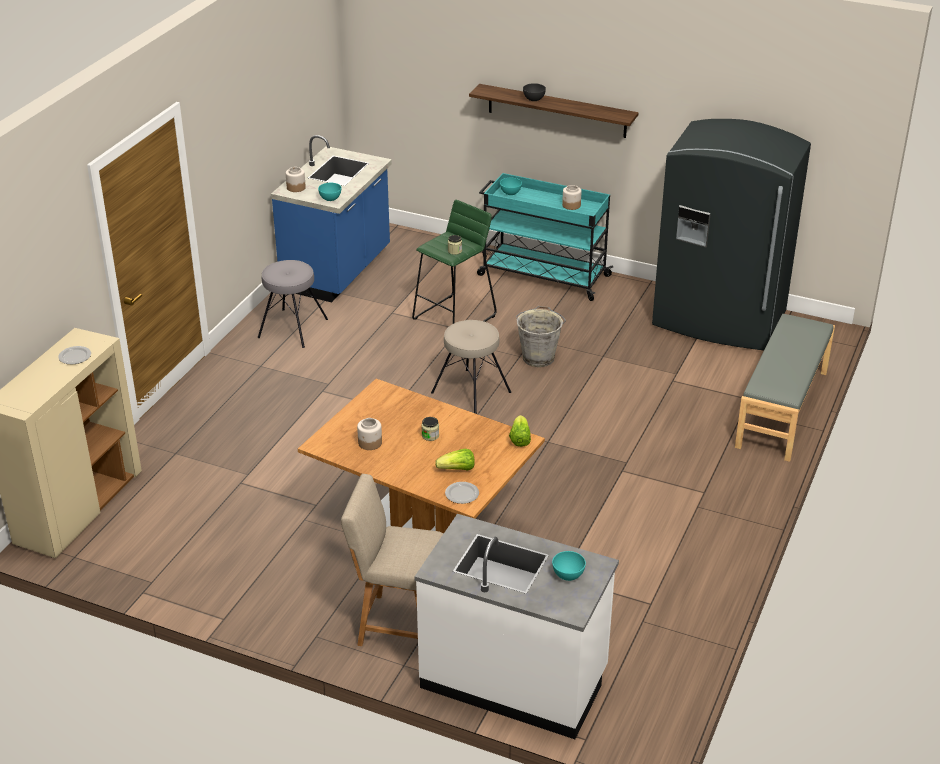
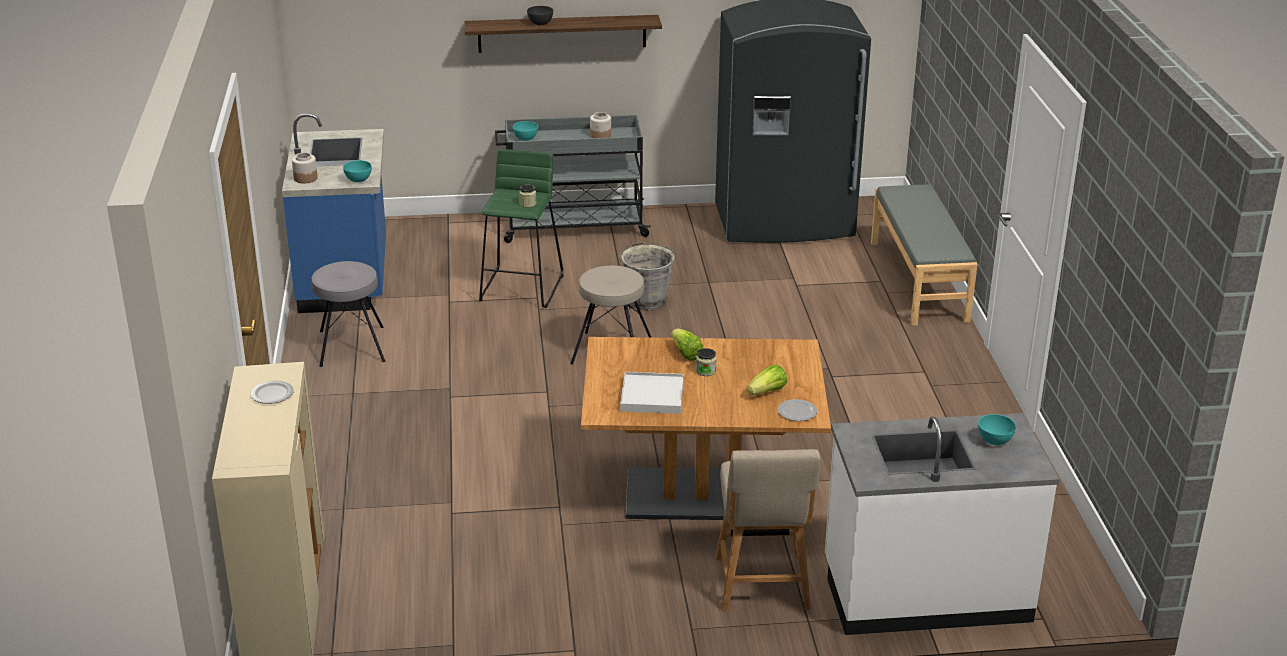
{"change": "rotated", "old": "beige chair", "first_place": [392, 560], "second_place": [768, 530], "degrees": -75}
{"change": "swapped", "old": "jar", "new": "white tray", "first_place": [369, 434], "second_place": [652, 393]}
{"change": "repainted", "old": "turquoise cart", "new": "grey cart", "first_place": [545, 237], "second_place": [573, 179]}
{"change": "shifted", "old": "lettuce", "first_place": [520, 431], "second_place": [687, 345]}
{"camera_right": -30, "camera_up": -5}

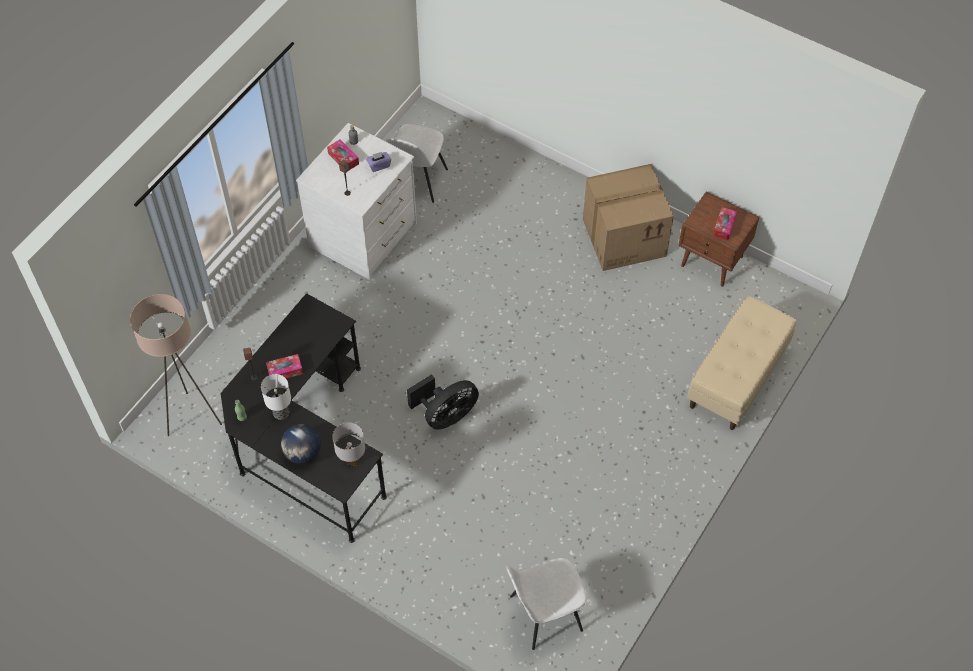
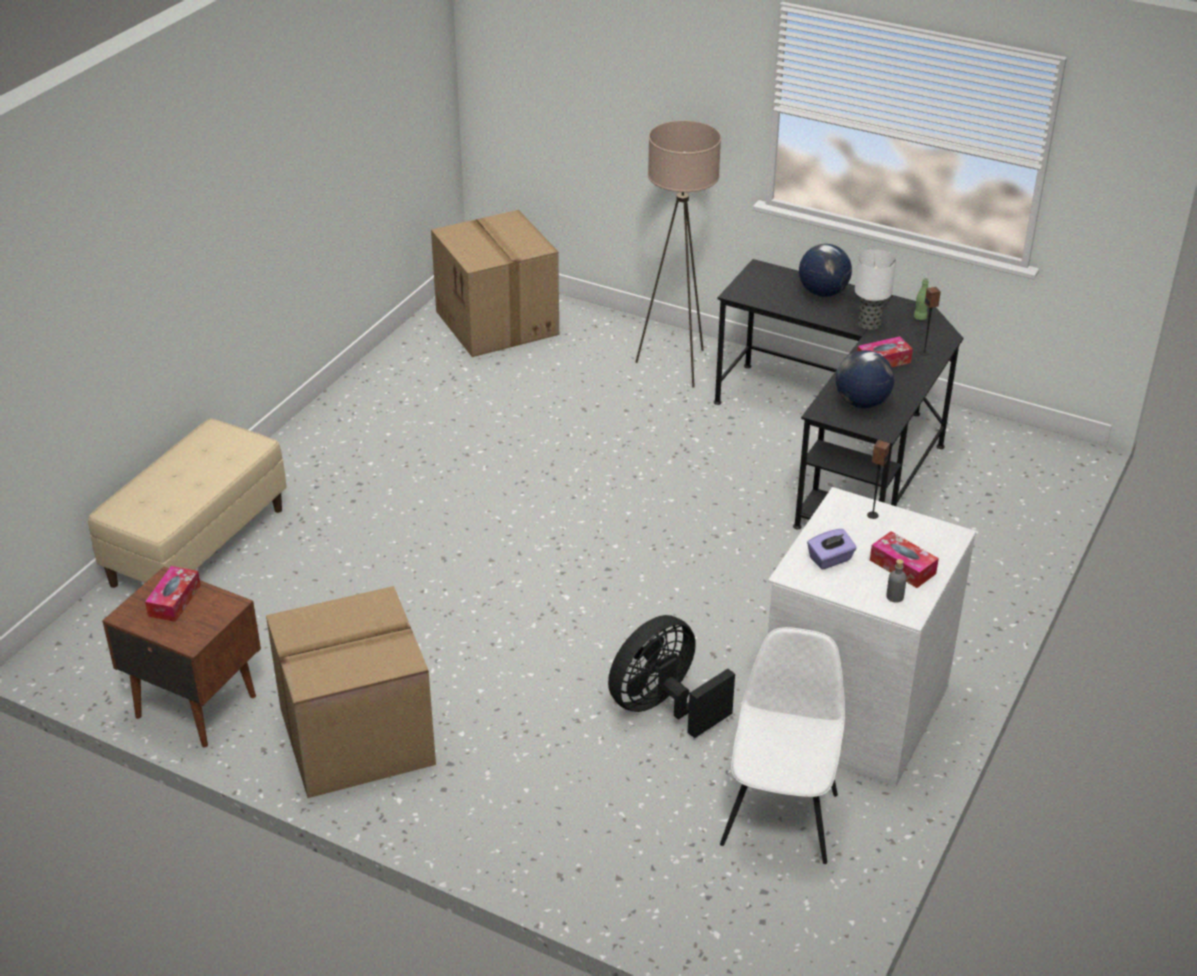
{"change": "shifted", "old": "beige floor lamp", "first_place": [176, 365], "second_place": [678, 254]}
{"change": "gone", "old": "white table lamp", "first_place": [348, 444]}
{"change": "shifted", "old": "black fan", "first_place": [443, 402], "second_place": [671, 676]}
{"change": "swapped", "old": "white chair", "new": "cardboard box", "first_place": [546, 604], "second_place": [495, 283]}
{"change": "new", "new": "globe", "second_place": [865, 379]}
{"camera_right": 175, "camera_up": -20}

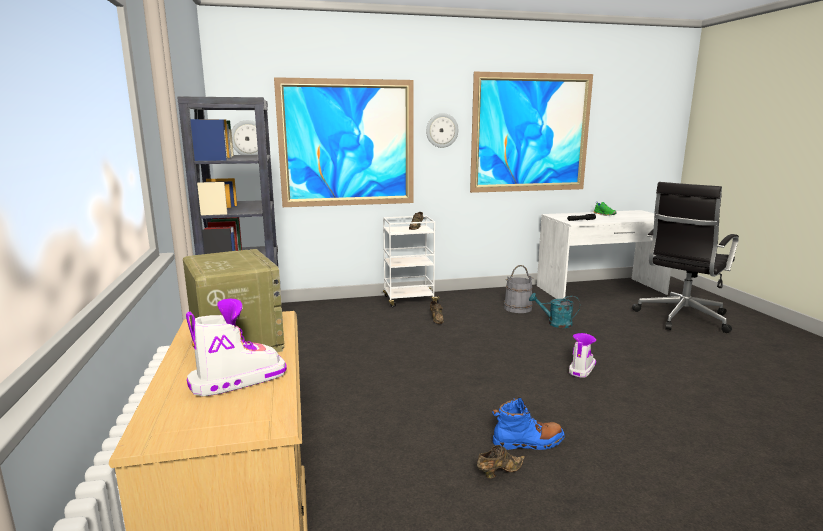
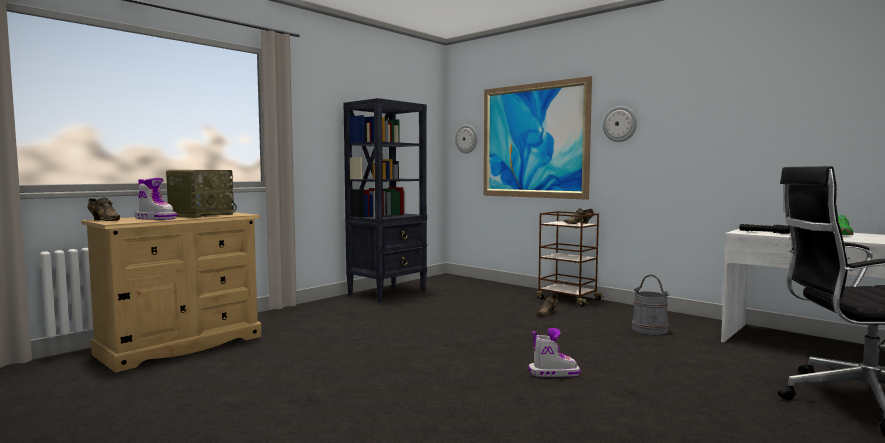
{"change": "repainted", "old": "white cart", "new": "brown cart", "first_place": [412, 261], "second_place": [570, 259]}
{"change": "gone", "old": "picture", "first_place": [531, 132]}
{"change": "shifted", "old": "brown shoe", "first_place": [501, 462], "second_place": [103, 209]}
{"change": "gone", "old": "blue boot", "first_place": [528, 423]}
{"change": "gone", "old": "turquoise watering can", "first_place": [554, 310]}
{"camera_right": 55, "camera_up": -10}

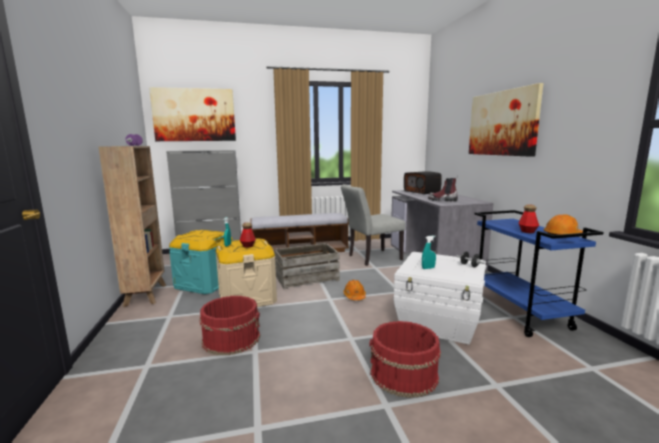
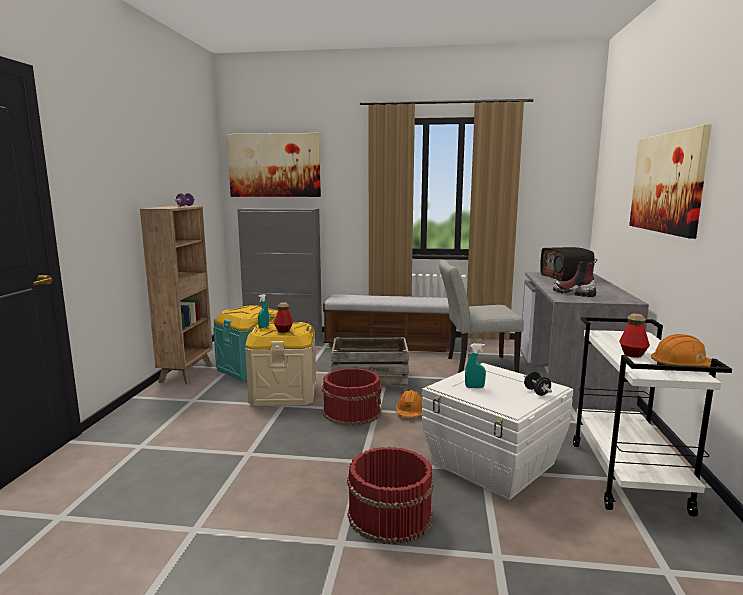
{"change": "shifted", "old": "red bucket", "first_place": [230, 325], "second_place": [351, 397]}
{"change": "repainted", "old": "blue cart", "new": "white cart", "first_place": [539, 273], "second_place": [652, 416]}
{"camera_right": 20, "camera_up": 0}

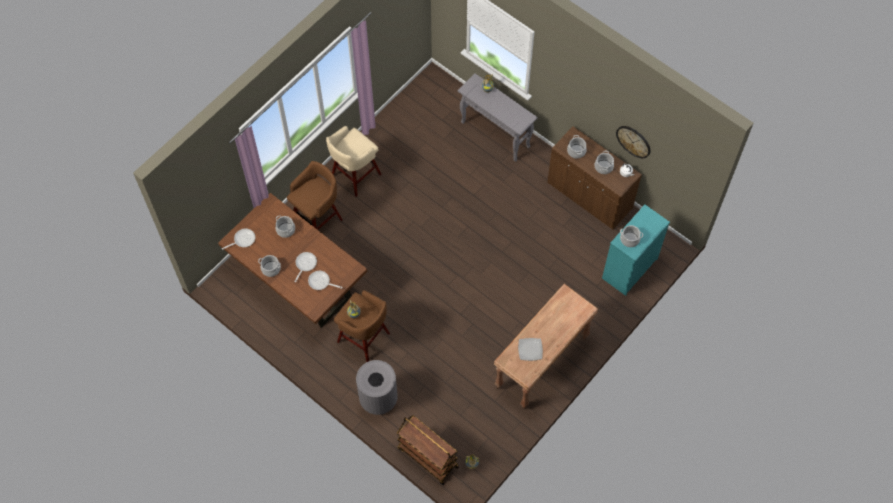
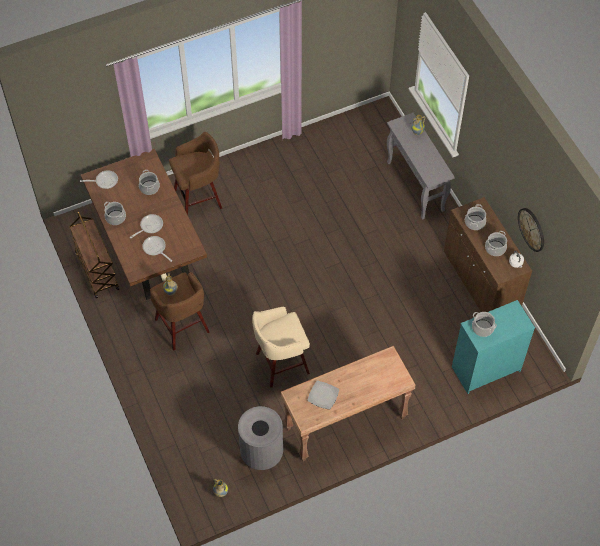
{"change": "shifted", "old": "beige stool", "first_place": [353, 161], "second_place": [281, 347]}
{"change": "shifted", "old": "grey trash can", "first_place": [377, 387], "second_place": [260, 438]}
{"change": "shifted", "old": "brown cart", "first_place": [428, 450], "second_place": [94, 255]}
{"camera_right": 25, "camera_up": -5}

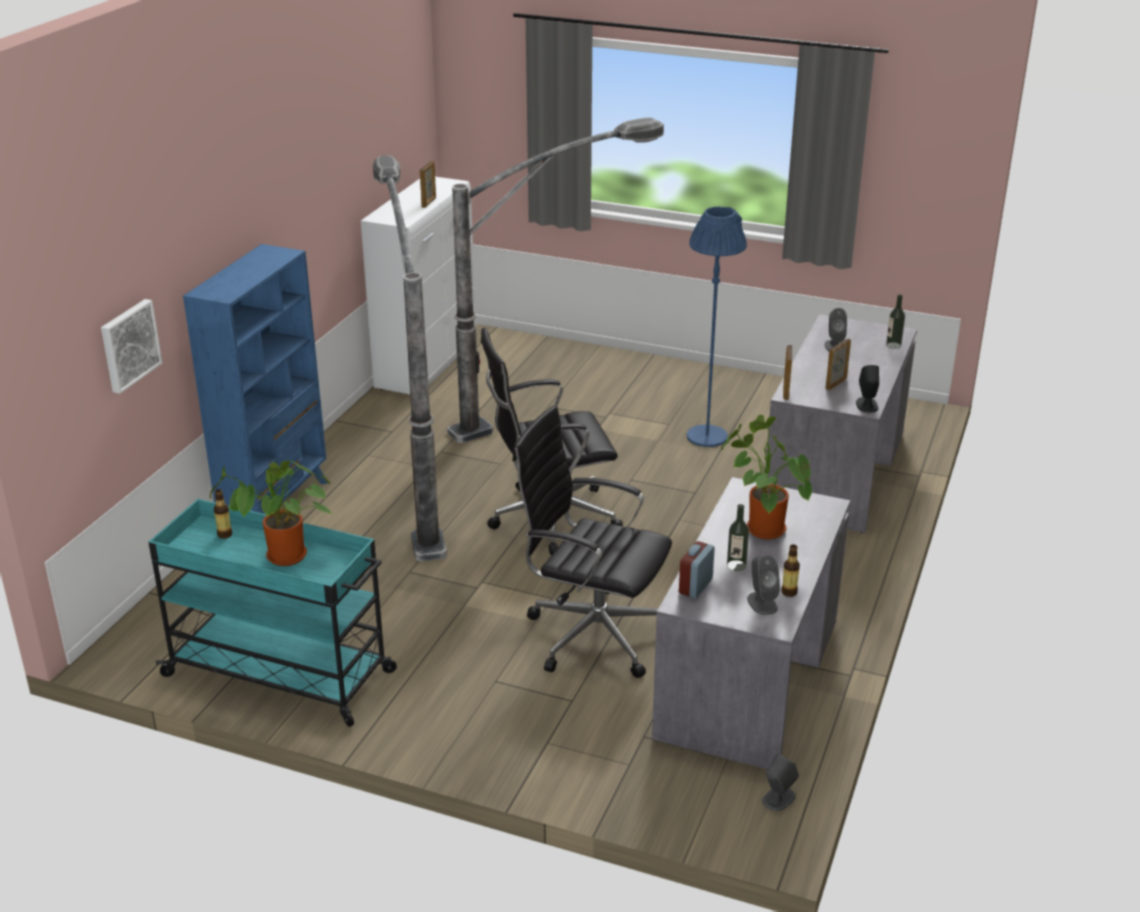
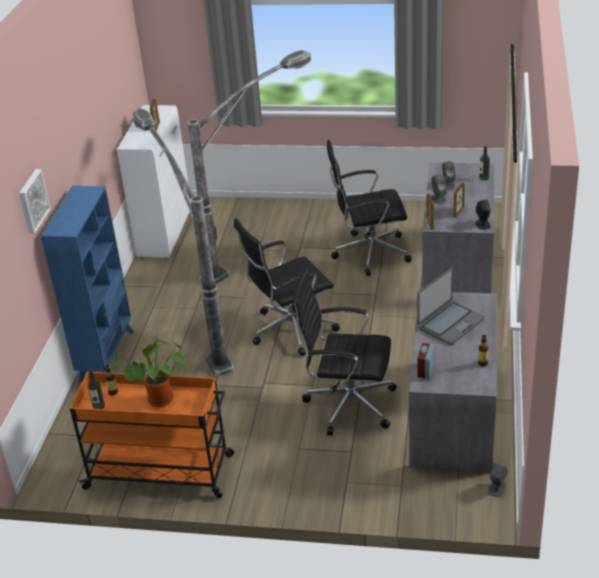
{"change": "shifted", "old": "picture", "first_place": [131, 346], "second_place": [34, 201]}
{"change": "repainted", "old": "turquoise cart", "new": "orange cart", "first_place": [272, 613], "second_place": [152, 435]}
{"change": "swapped", "old": "blue floor lamp", "new": "black office chair", "first_place": [717, 327], "second_place": [369, 208]}
{"change": "swapped", "old": "potted plant", "new": "laptop", "first_place": [766, 477], "second_place": [451, 306]}
{"change": "shifted", "old": "bottle", "first_place": [738, 537], "second_place": [96, 389]}
{"change": "shifted", "old": "grey speaker", "first_place": [763, 585], "second_place": [439, 189]}
{"camera_right": -10, "camera_up": 5}

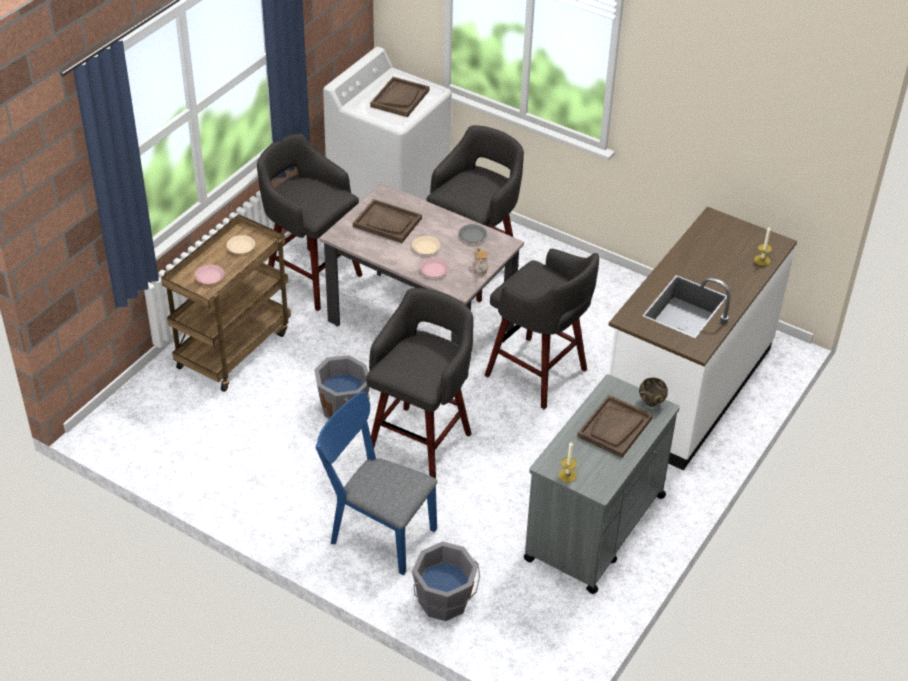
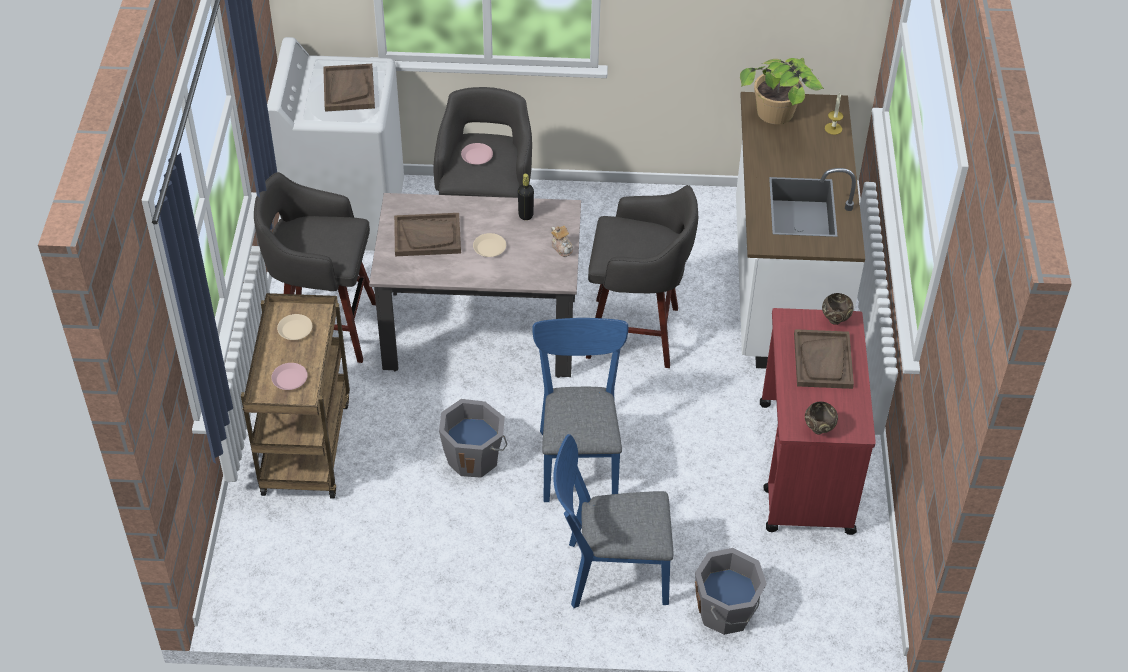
{"change": "swapped", "old": "grey stool", "new": "blue chair", "first_place": [420, 383], "second_place": [580, 410]}
{"change": "shifted", "old": "pink plate", "first_place": [434, 268], "second_place": [477, 154]}
{"change": "swapped", "old": "grey plate", "new": "black bottle", "first_place": [473, 233], "second_place": [526, 197]}
{"change": "repainted", "old": "grey cart", "new": "red cart", "first_place": [601, 484], "second_place": [818, 421]}
{"change": "swapped", "old": "candle", "new": "brown bowl", "first_place": [568, 461], "second_place": [821, 418]}
{"change": "new", "new": "potted plant", "second_place": [782, 91]}
{"camera_right": -30, "camera_up": 5}

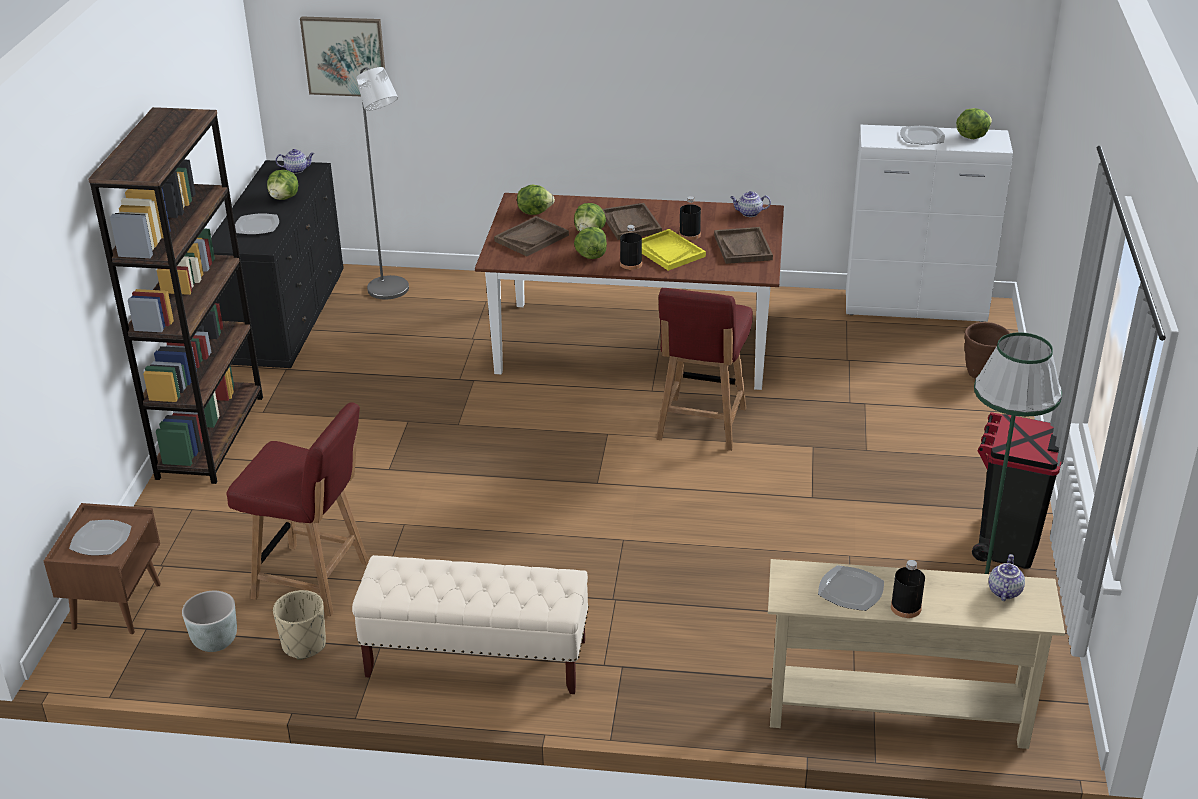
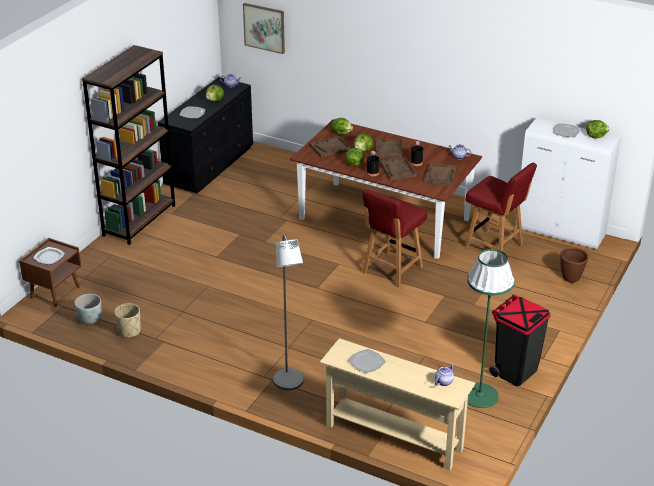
{"change": "shifted", "old": "red chair", "first_place": [298, 509], "second_place": [500, 207]}
{"change": "gone", "old": "beige bench", "first_place": [470, 624]}
{"change": "shifted", "old": "grey floor lamp", "first_place": [382, 183], "second_place": [288, 312]}
{"change": "repainted", "old": "yellow tray", "new": "brown tray", "first_place": [674, 250], "second_place": [398, 169]}
{"change": "gone", "old": "black bottle", "first_place": [908, 589]}
{"camera_right": 20, "camera_up": 0}

